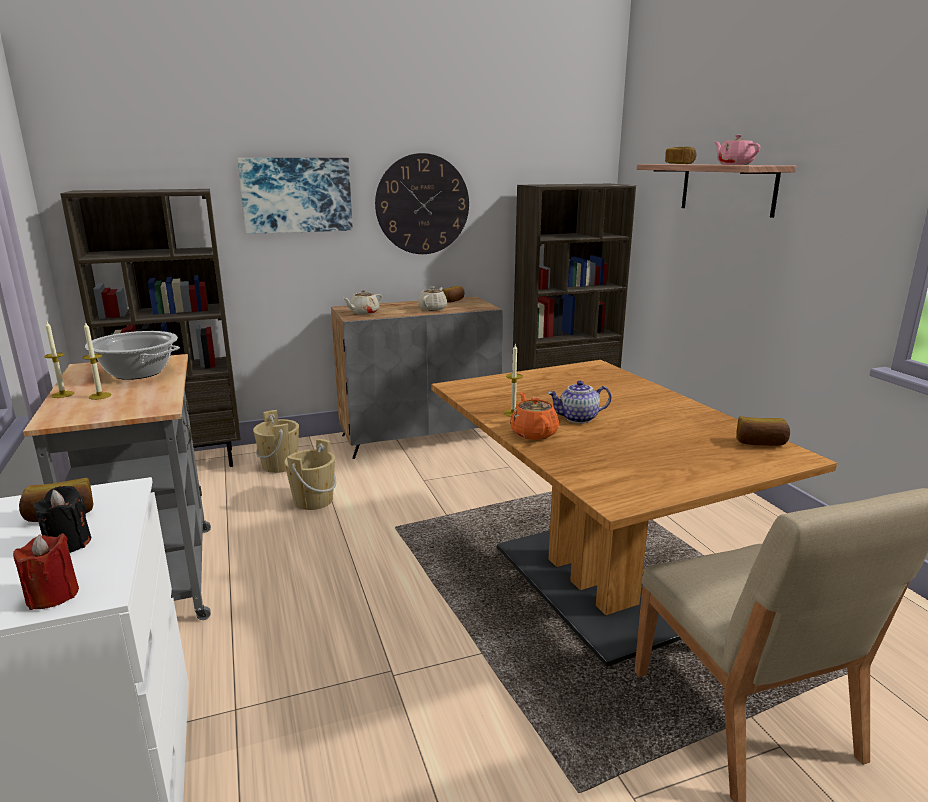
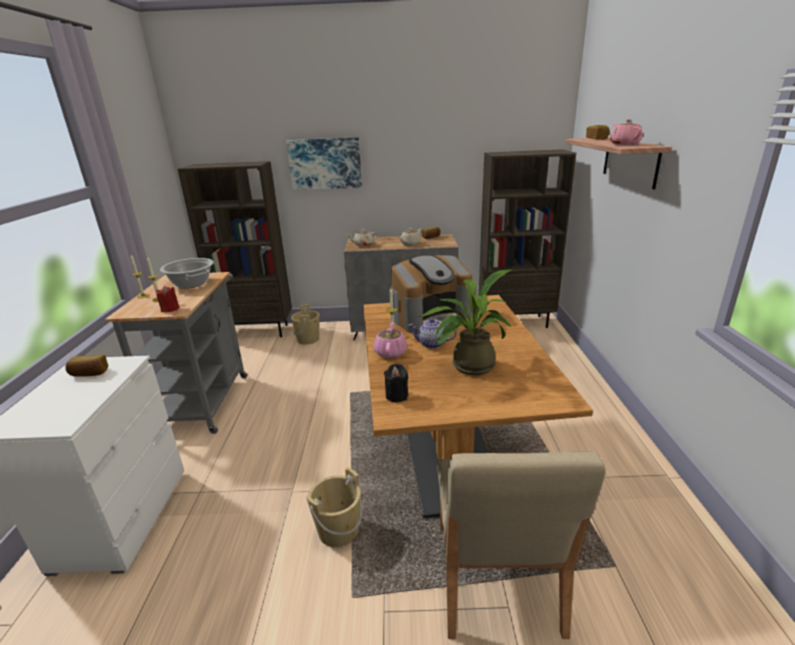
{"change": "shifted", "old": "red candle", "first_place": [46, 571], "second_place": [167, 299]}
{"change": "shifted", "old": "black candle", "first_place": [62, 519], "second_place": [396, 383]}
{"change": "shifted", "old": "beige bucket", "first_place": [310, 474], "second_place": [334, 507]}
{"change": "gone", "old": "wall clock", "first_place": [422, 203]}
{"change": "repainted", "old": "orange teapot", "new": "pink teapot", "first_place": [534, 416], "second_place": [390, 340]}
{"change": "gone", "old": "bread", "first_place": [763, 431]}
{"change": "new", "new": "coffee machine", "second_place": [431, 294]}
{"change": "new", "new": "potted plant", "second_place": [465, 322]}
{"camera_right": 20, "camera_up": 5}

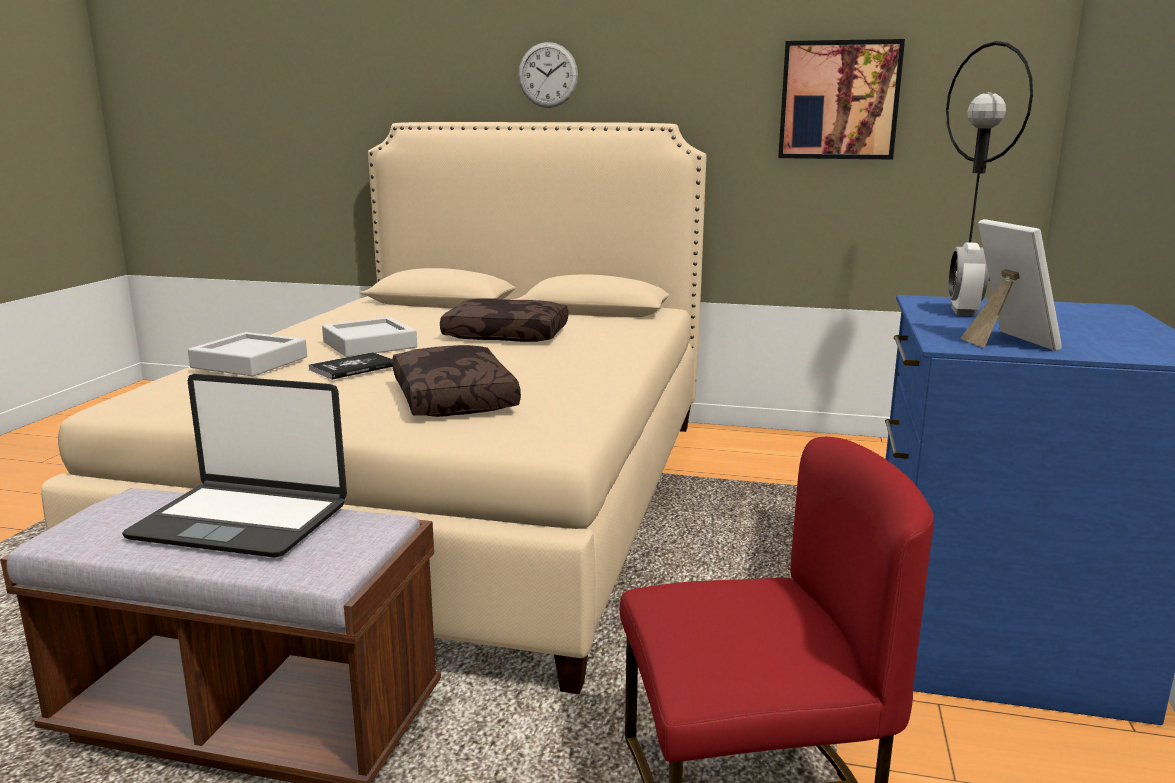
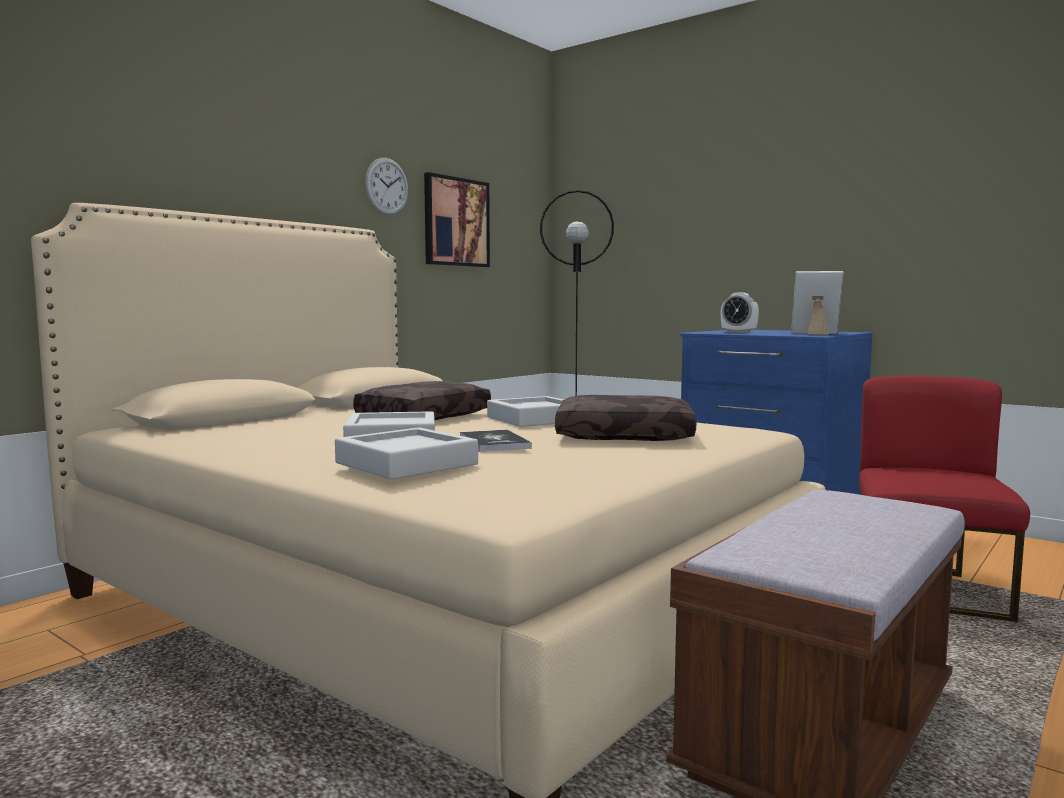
{"change": "gone", "old": "laptop", "first_place": [234, 466]}
{"change": "shifted", "old": "wall clock", "first_place": [548, 75], "second_place": [386, 186]}
{"change": "new", "new": "grey tray", "second_place": [525, 411]}
{"camera_right": -65, "camera_up": -10}

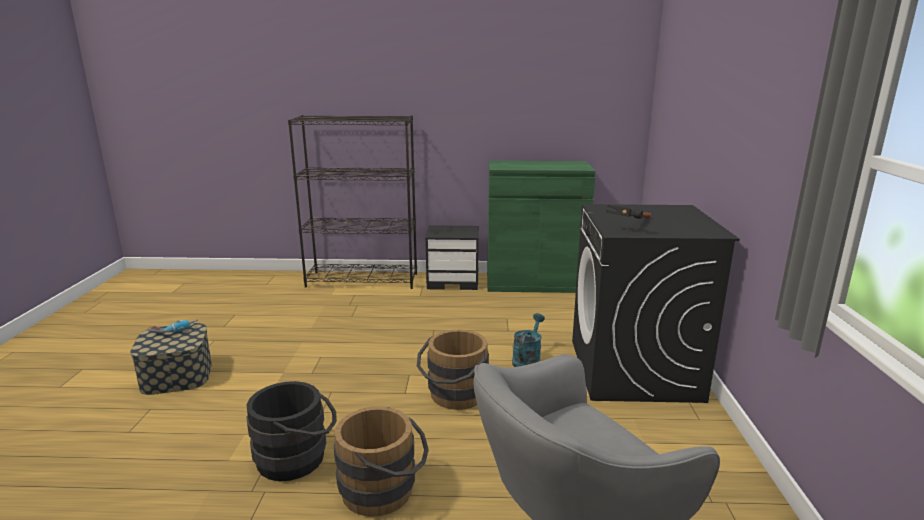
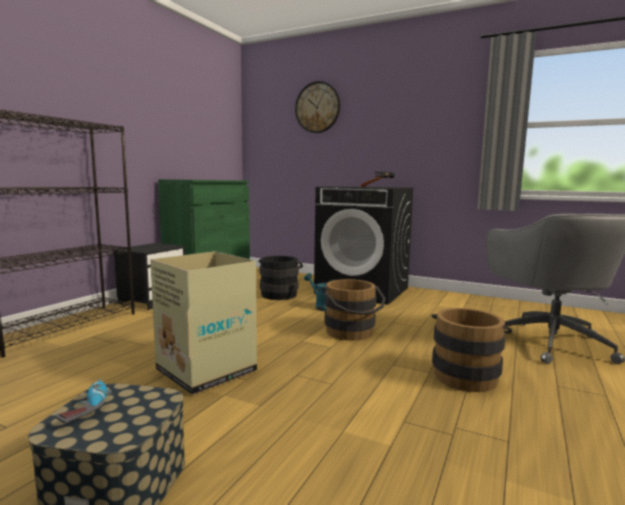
{"change": "shifted", "old": "black bucket", "first_place": [291, 431], "second_place": [280, 278]}
{"change": "new", "new": "cardboard box", "second_place": [203, 323]}
{"change": "new", "new": "wall clock", "second_place": [317, 107]}
{"camera_right": -65, "camera_up": -10}

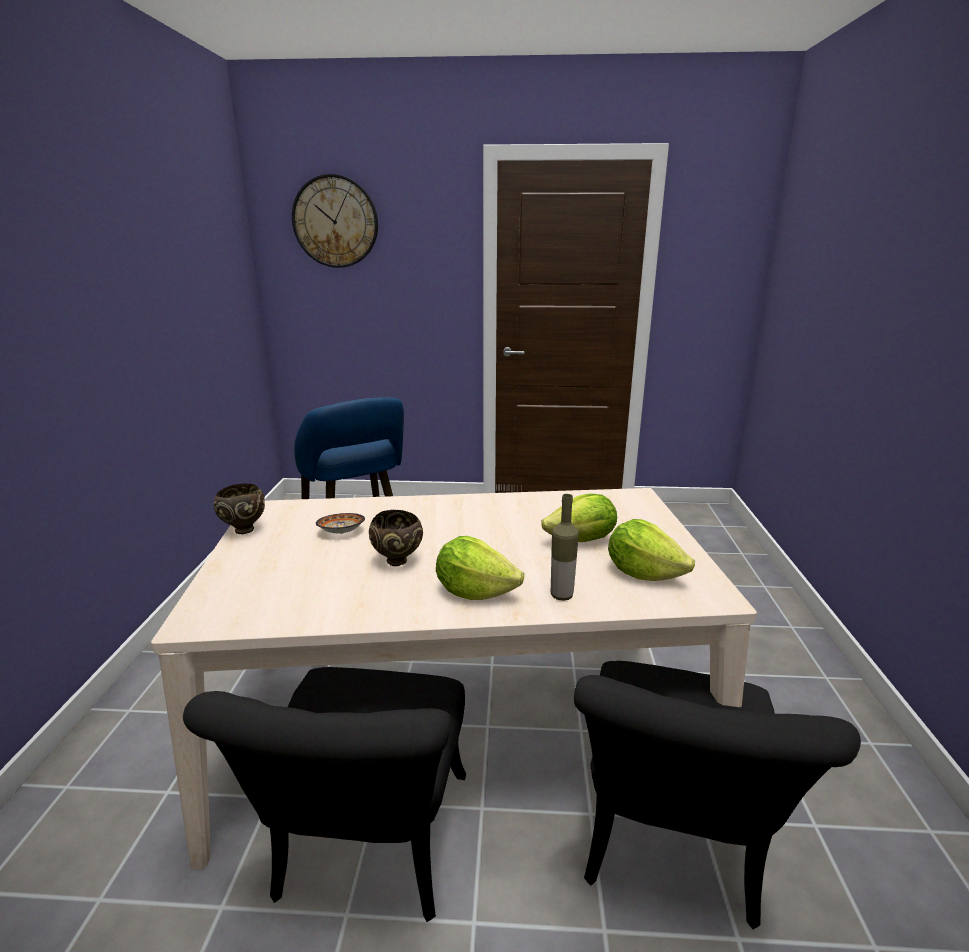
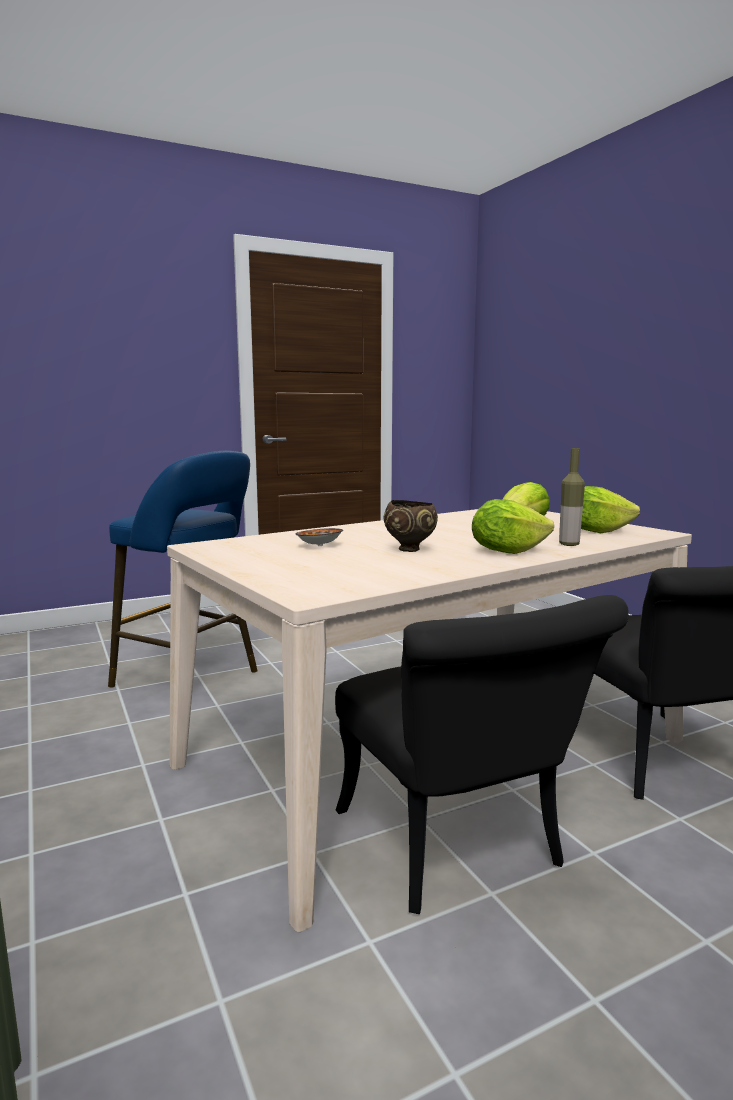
{"change": "gone", "old": "brown bowl", "first_place": [239, 509]}
{"change": "gone", "old": "wall clock", "first_place": [335, 221]}
{"camera_right": -30, "camera_up": -10}

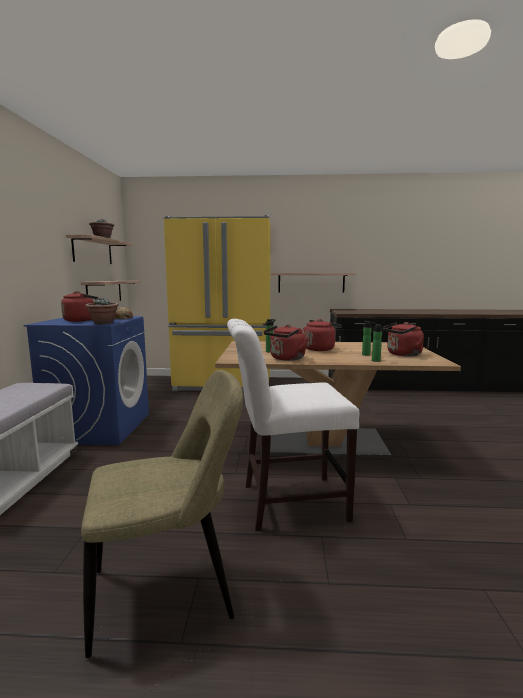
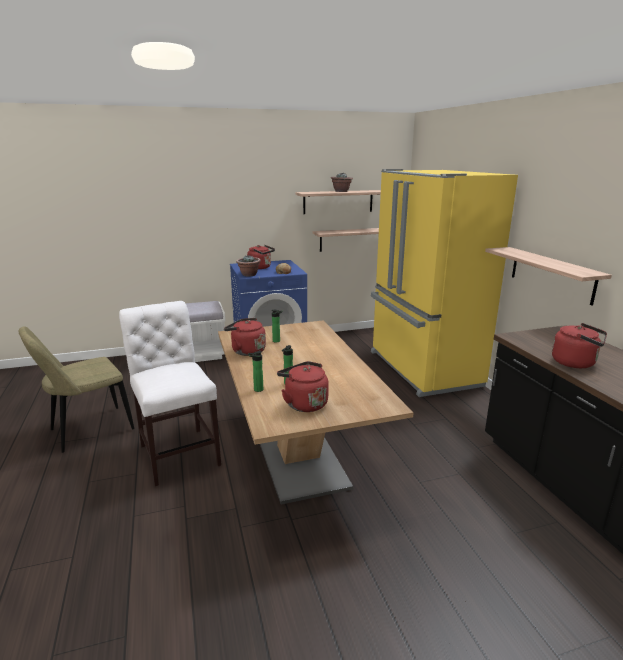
{"change": "rotated", "old": "beige chair", "first_place": [162, 514], "second_place": [76, 389], "degrees": 90}
{"change": "shifted", "old": "red kettle", "first_place": [322, 335], "second_place": [579, 345]}
{"camera_right": 70, "camera_up": 10}

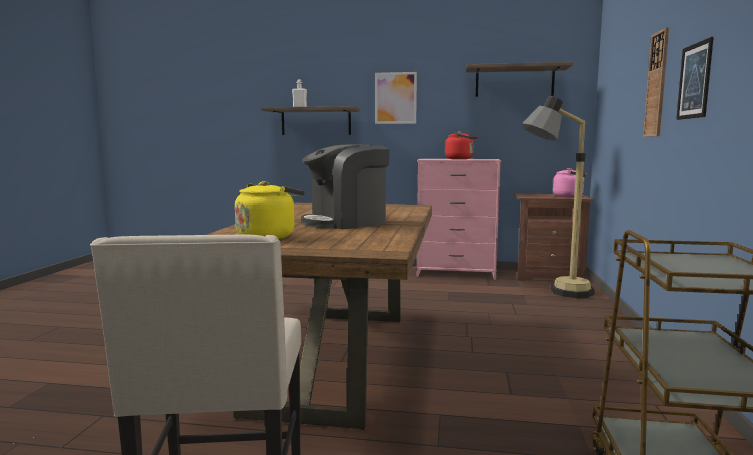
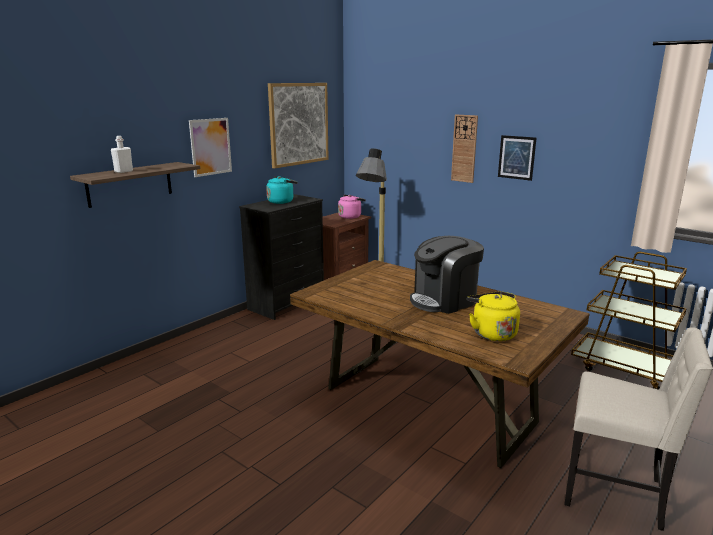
{"change": "rotated", "old": "coffee machine", "first_place": [345, 186], "second_place": [447, 275], "degrees": 60}
{"change": "repainted", "old": "pink dresser", "new": "black dresser", "first_place": [459, 219], "second_place": [281, 257]}
{"change": "repainted", "old": "red kettle", "new": "turquoise kettle", "first_place": [461, 145], "second_place": [282, 190]}
{"change": "swapped", "old": "shelf", "new": "picture", "first_place": [519, 79], "second_place": [298, 125]}
{"camera_right": -60, "camera_up": 10}

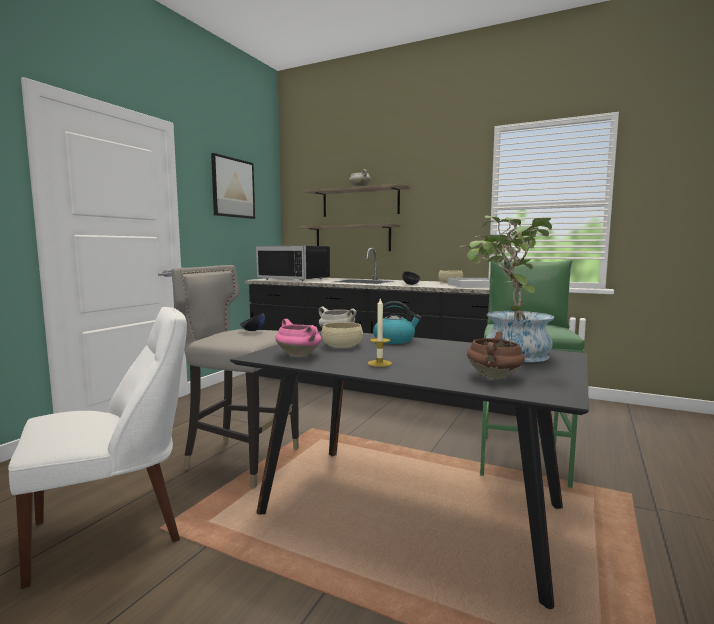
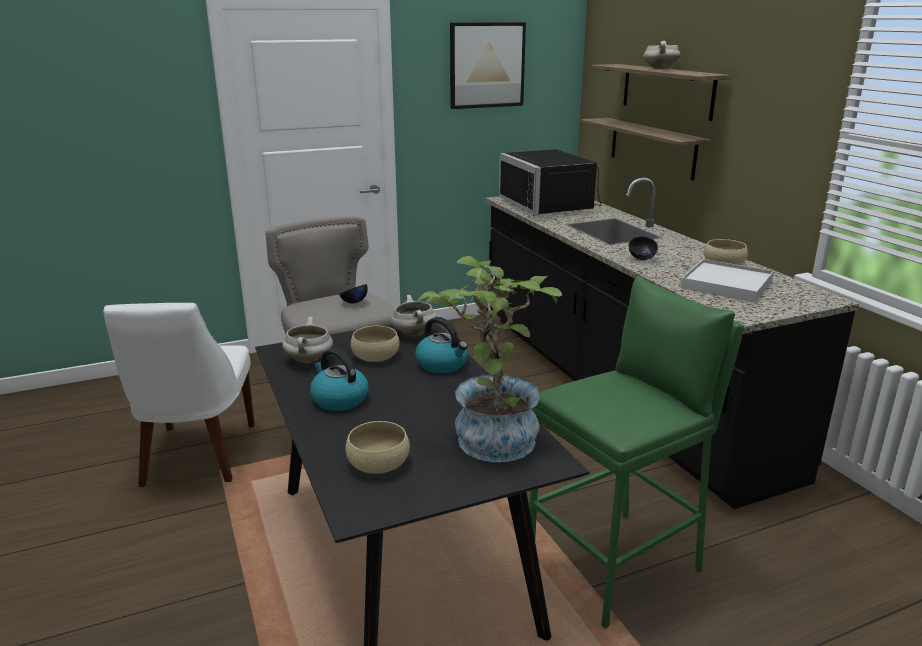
{"change": "rotated", "old": "white chair", "first_place": [97, 447], "second_place": [179, 395], "degrees": 75}
{"change": "repainted", "old": "pink cooking pot", "new": "white cooking pot", "first_place": [298, 338], "second_place": [307, 340]}
{"change": "swapped", "old": "candle", "new": "kettle", "first_place": [379, 332], "second_place": [339, 379]}
{"change": "swapped", "old": "brown cooking pot", "new": "beige bowl", "first_place": [496, 355], "second_place": [377, 447]}
{"camera_right": 40, "camera_up": 15}

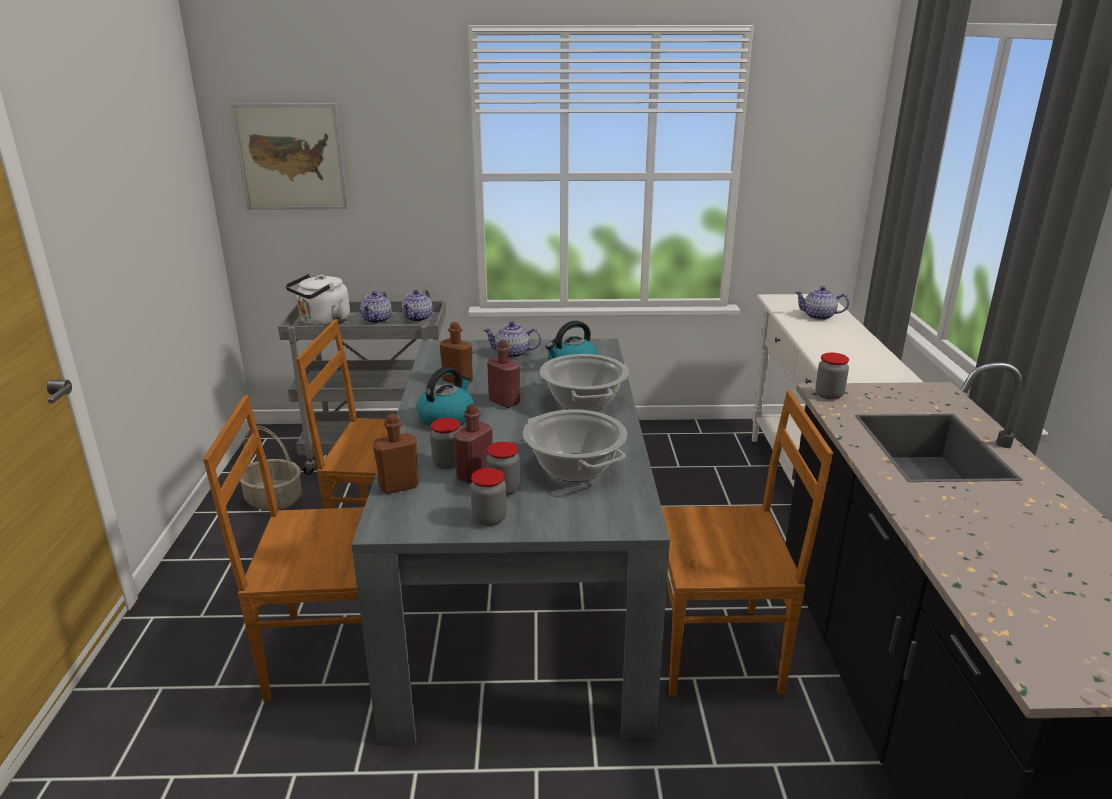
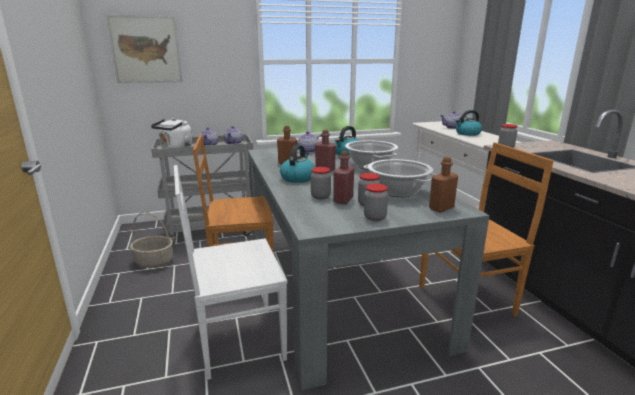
{"change": "repainted", "old": "brown chair", "new": "white chair", "first_place": [283, 548], "second_place": [231, 272]}
{"change": "shifted", "old": "brown bottle", "first_place": [396, 454], "second_place": [443, 184]}
{"change": "new", "new": "kettle", "second_place": [469, 123]}
{"camera_right": -15, "camera_up": -5}

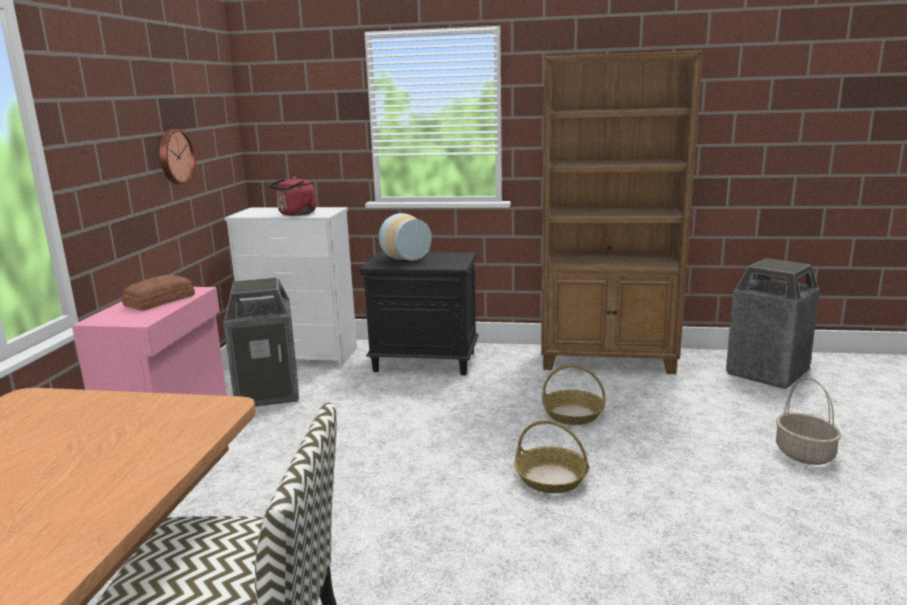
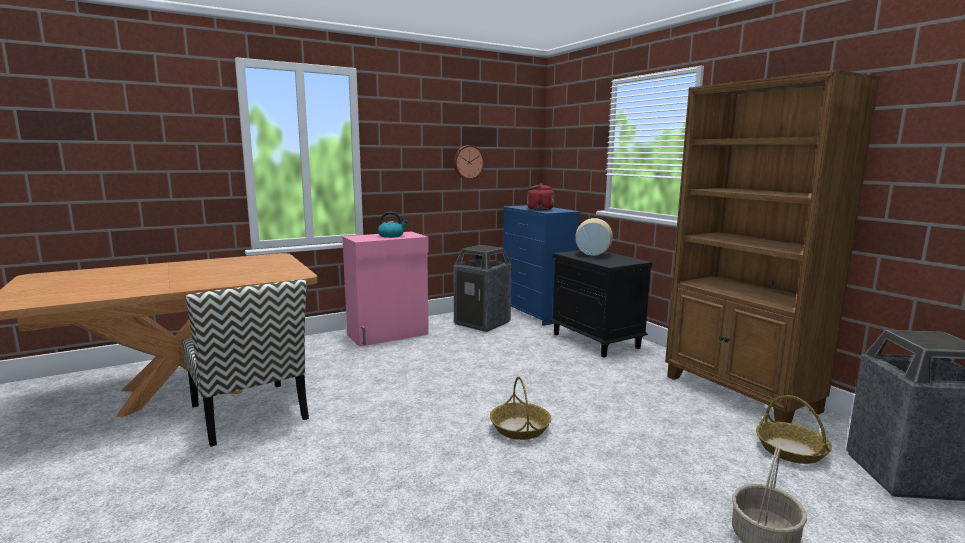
{"change": "swapped", "old": "bread", "new": "kettle", "first_place": [158, 293], "second_place": [392, 225]}
{"change": "repainted", "old": "white dresser", "new": "blue dresser", "first_place": [291, 287], "second_place": [542, 265]}
{"change": "shifted", "old": "basket", "first_place": [573, 395], "second_place": [794, 429]}
{"camera_right": 50, "camera_up": -5}

